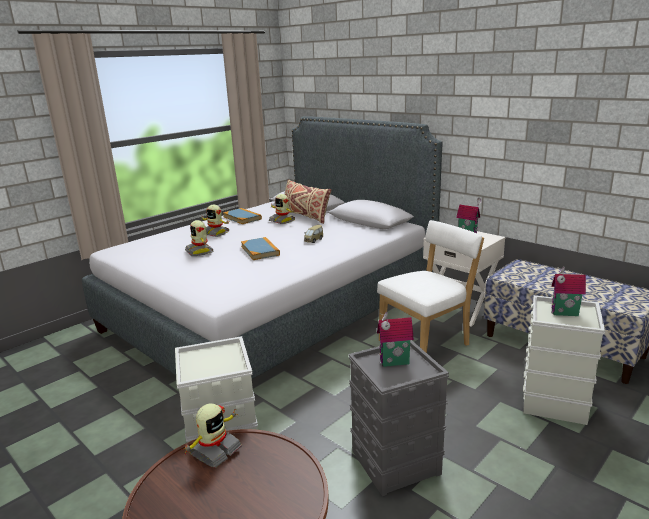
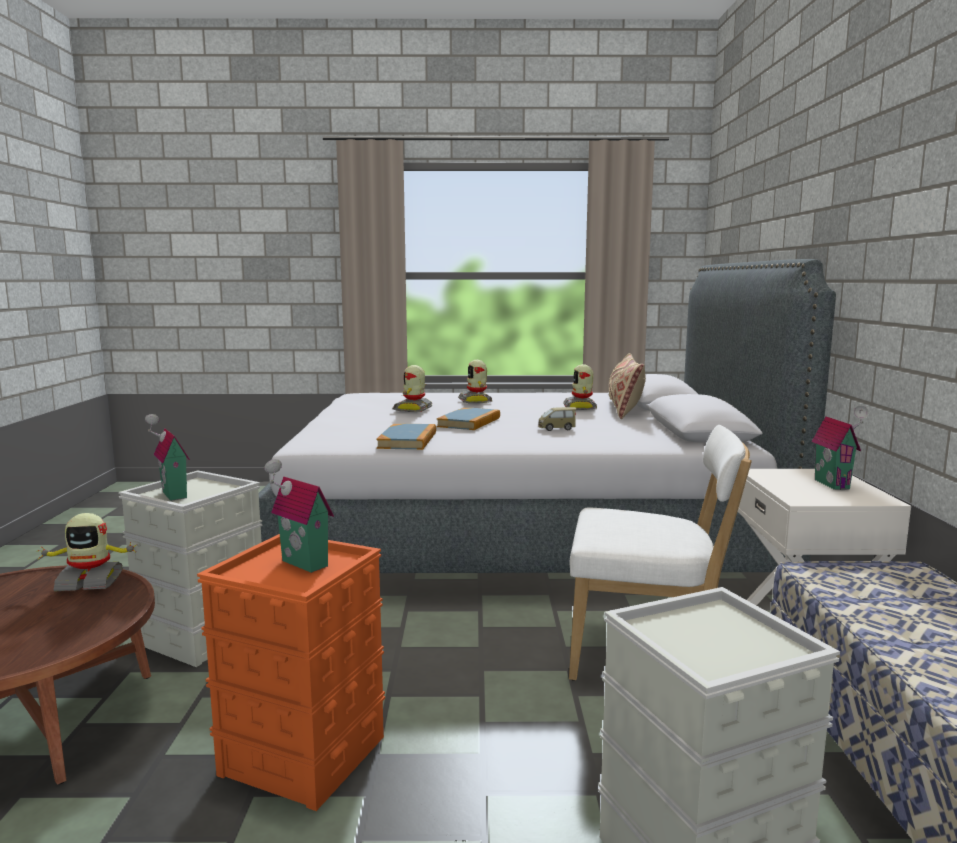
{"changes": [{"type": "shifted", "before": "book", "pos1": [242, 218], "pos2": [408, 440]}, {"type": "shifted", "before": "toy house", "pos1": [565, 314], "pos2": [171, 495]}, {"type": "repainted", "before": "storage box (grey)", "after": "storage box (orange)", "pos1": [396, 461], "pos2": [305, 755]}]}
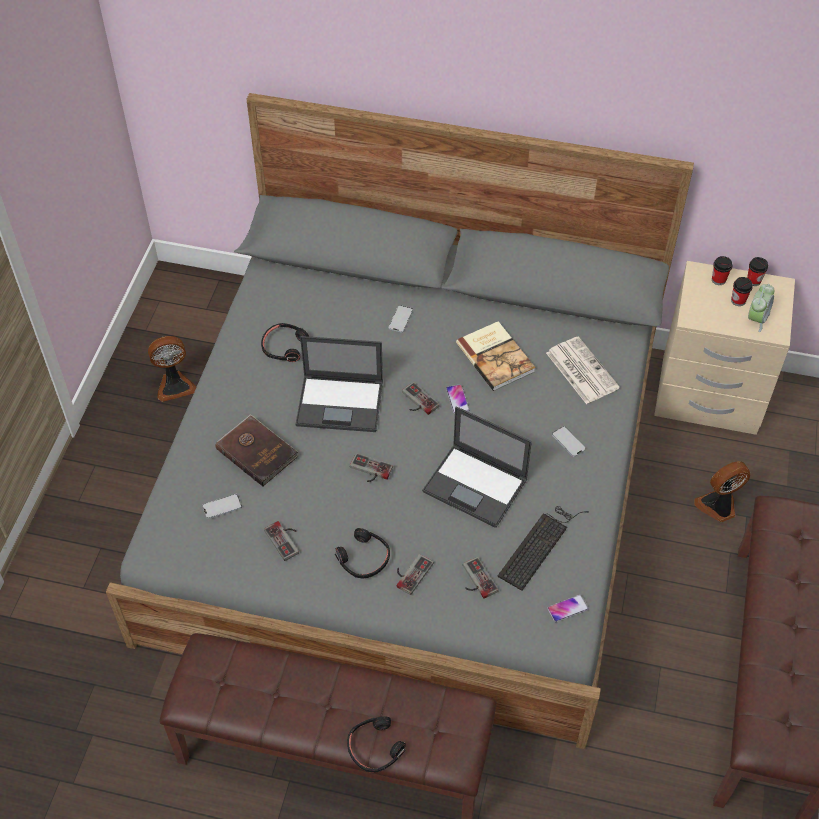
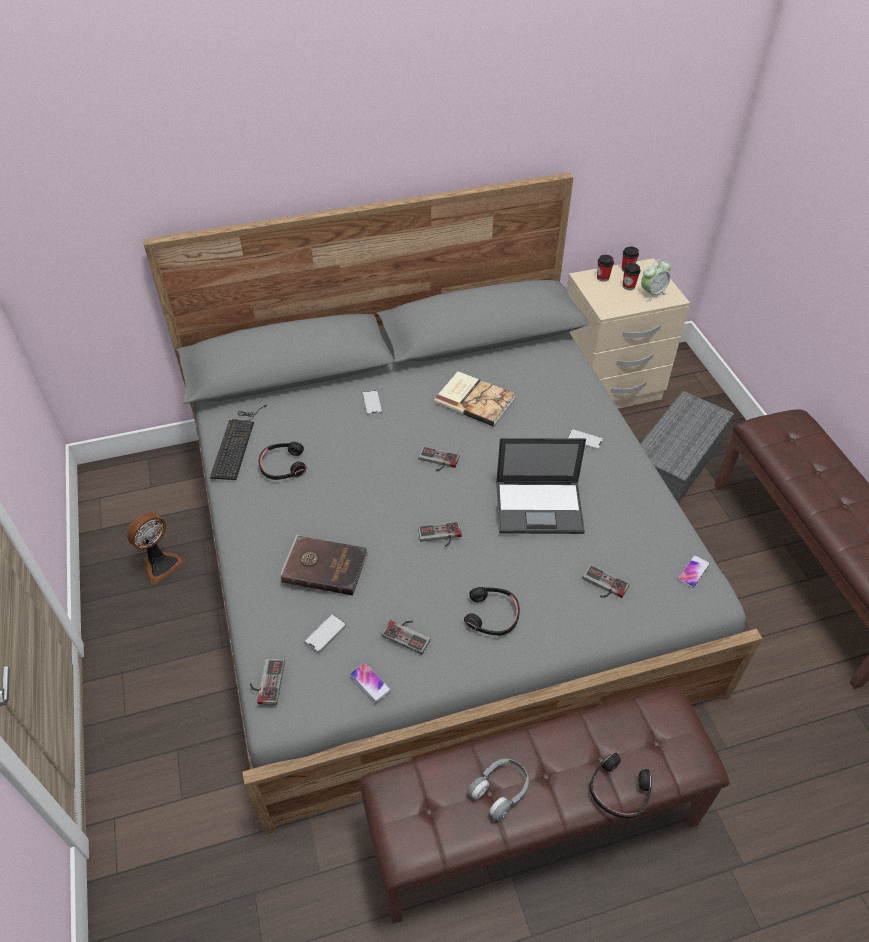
{"changes": [{"type": "rotated", "before": "alarm clock", "pos1": [757, 319], "pos2": [652, 293], "turn": 60}, {"type": "gone", "before": "laptop", "pos1": [341, 403]}, {"type": "gone", "before": "newspaper", "pos1": [580, 370]}, {"type": "shifted", "before": "phone", "pos1": [457, 399], "pos2": [370, 682]}, {"type": "swapped", "before": "fan", "after": "storage box (grey)", "pos1": [718, 506], "pos2": [676, 461]}, {"type": "shifted", "before": "keyboard", "pos1": [540, 544], "pos2": [236, 442]}, {"type": "shifted", "before": "game controller", "pos1": [410, 572], "pos2": [265, 682]}, {"type": "new", "after": "headphones (grey)", "pos2": [500, 791]}]}
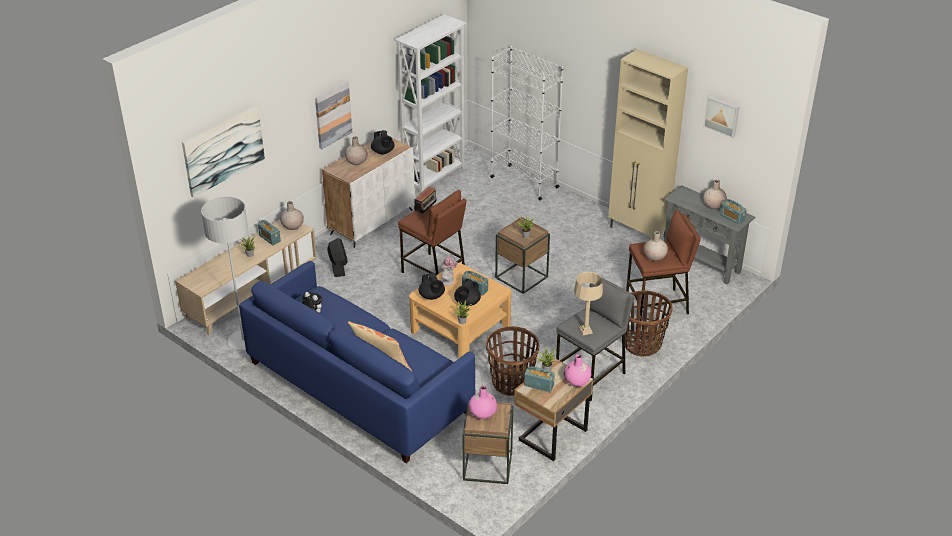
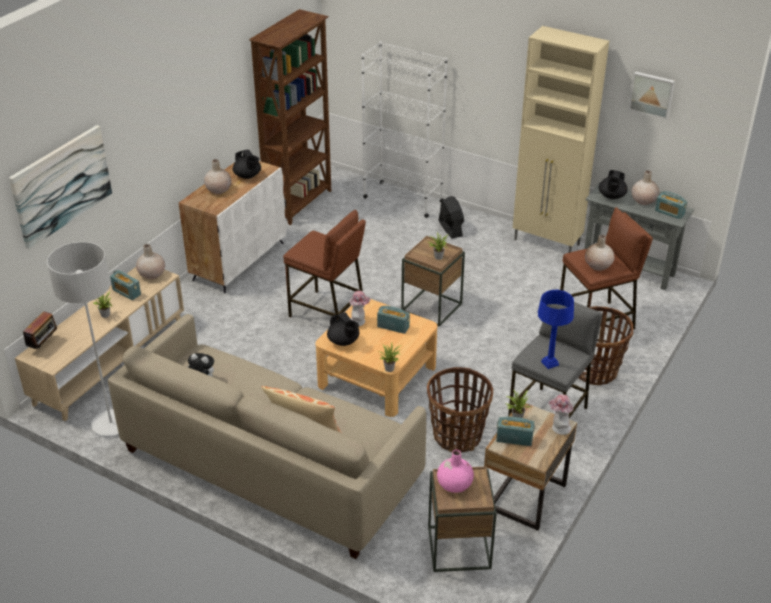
{"changes": [{"type": "repainted", "before": "bookcase (white)", "after": "bookcase (brown)", "pos1": [434, 177], "pos2": [299, 203]}, {"type": "gone", "before": "picture", "pos1": [332, 115]}, {"type": "shifted", "before": "radio", "pos1": [426, 212], "pos2": [44, 345]}, {"type": "shifted", "before": "fan (black)", "pos1": [338, 267], "pos2": [450, 228]}, {"type": "repainted", "before": "sofa (blue)", "after": "sofa (beige)", "pos1": [358, 387], "pos2": [270, 465]}, {"type": "repainted", "before": "table lamp (beige)", "after": "table lamp (blue)", "pos1": [585, 331], "pos2": [549, 363]}, {"type": "shifted", "before": "teapot (black)", "pos1": [467, 302], "pos2": [611, 196]}, {"type": "swapped", "before": "vase (pink)", "after": "hat", "pos1": [576, 381], "pos2": [558, 428]}]}
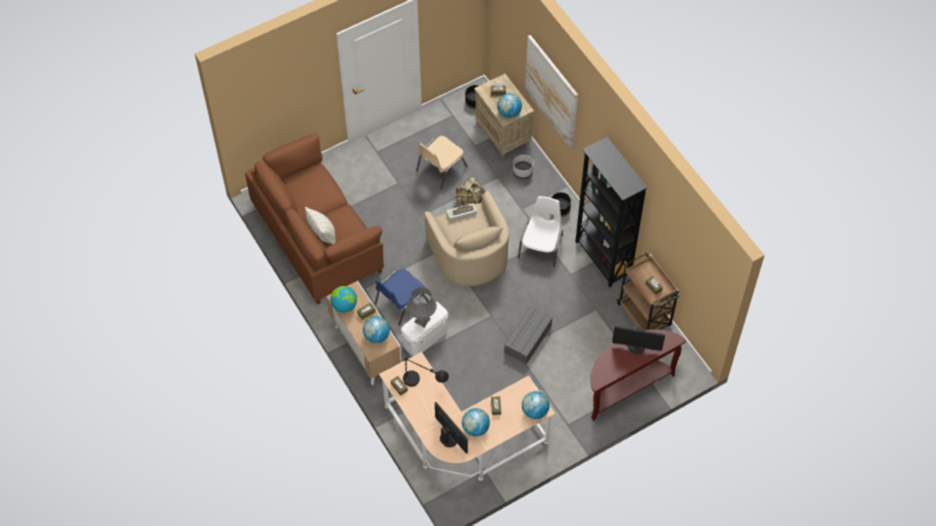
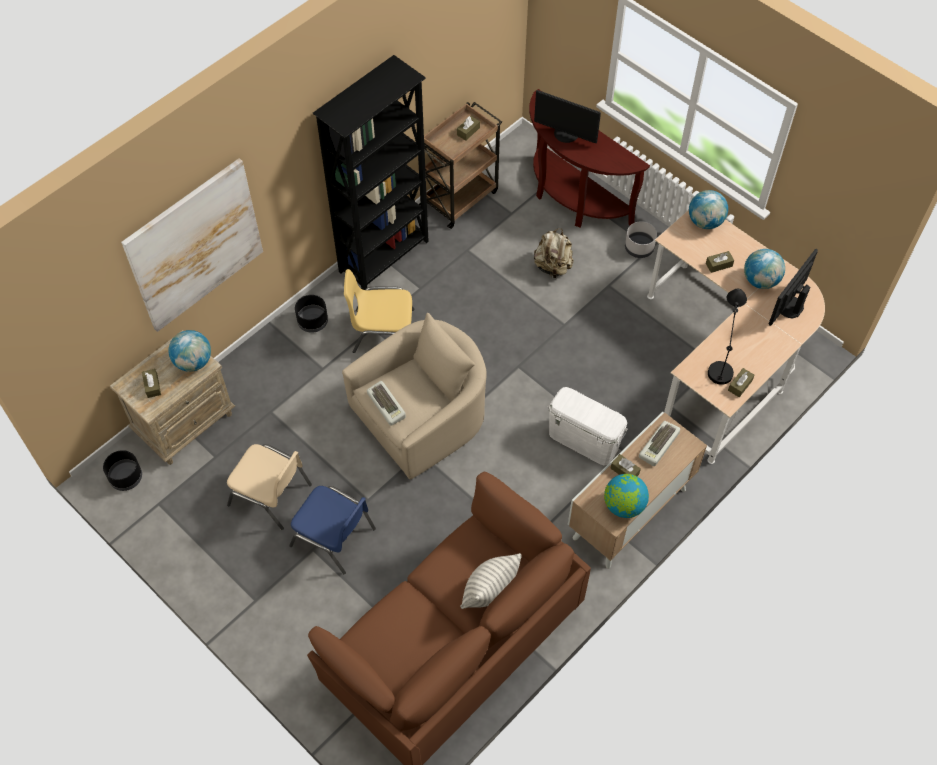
{"changes": [{"type": "shifted", "before": "planter (grey)", "pos1": [523, 172], "pos2": [638, 247]}, {"type": "shifted", "before": "backpack (beige)", "pos1": [469, 201], "pos2": [553, 266]}, {"type": "repainted", "before": "chair (white)", "after": "chair (yellow)", "pos1": [541, 246], "pos2": [382, 331]}, {"type": "shifted", "before": "chair (blue)", "pos1": [400, 302], "pos2": [334, 537]}, {"type": "gone", "before": "table lamp (grey)", "pos1": [422, 320]}, {"type": "gone", "before": "storage box (grey)", "pos1": [528, 340]}, {"type": "swapped", "before": "globe", "after": "keyboard", "pos1": [376, 336], "pos2": [659, 446]}, {"type": "rotated", "before": "monitor", "pos1": [636, 346], "pos2": [565, 134], "turn": 120}]}
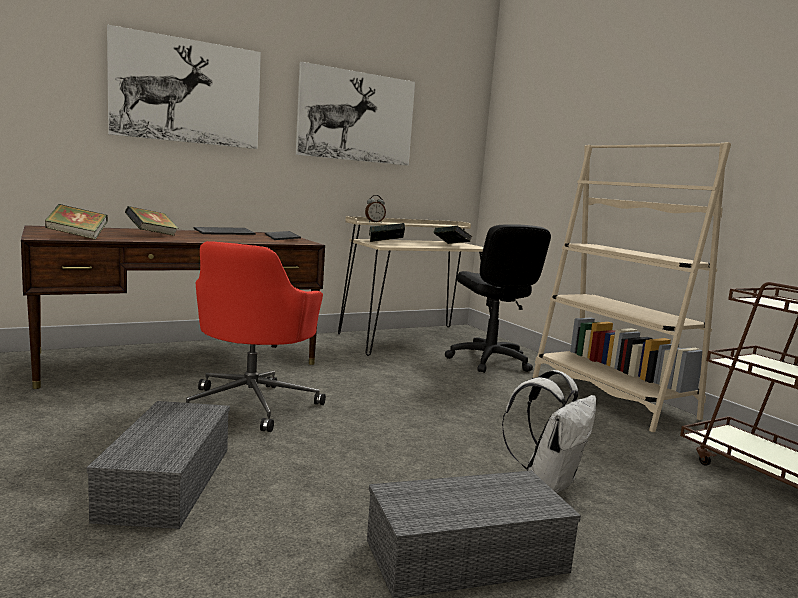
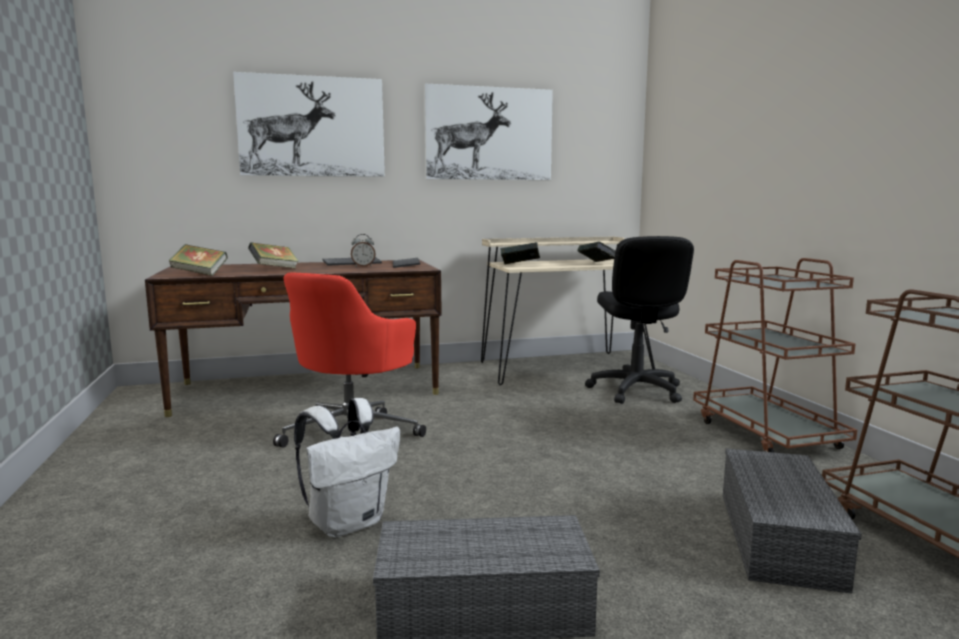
{"changes": [{"type": "swapped", "before": "bookcase (beige)", "after": "cart (brown)", "pos1": [611, 397], "pos2": [766, 434]}, {"type": "shifted", "before": "alarm clock", "pos1": [374, 222], "pos2": [363, 266]}, {"type": "shifted", "before": "backpack (white)", "pos1": [547, 481], "pos2": [348, 522]}, {"type": "shifted", "before": "storage box (grey)", "pos1": [166, 481], "pos2": [775, 536]}]}
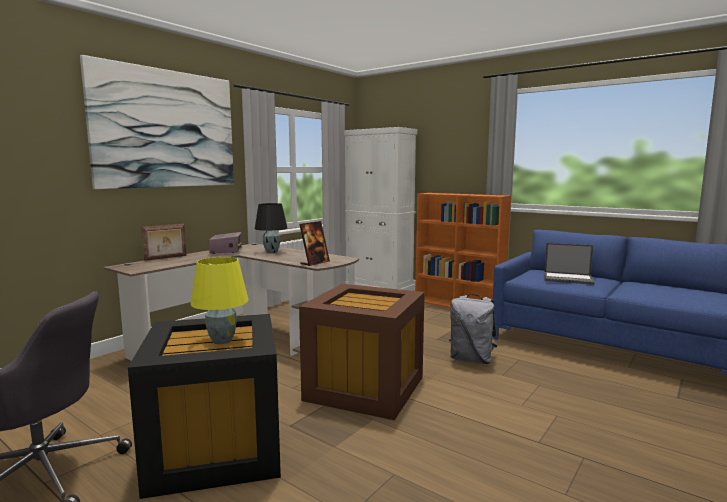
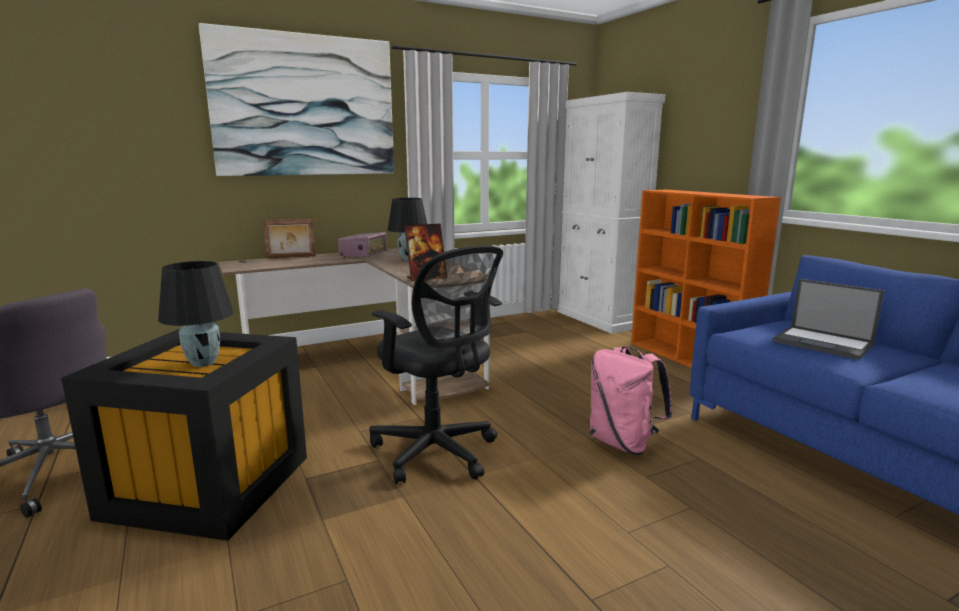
{"changes": [{"type": "repainted", "before": "table lamp (yellow)", "after": "table lamp (black)", "pos1": [221, 340], "pos2": [203, 362]}, {"type": "swapped", "before": "storage box (brown)", "after": "office chair (black)", "pos1": [366, 389], "pos2": [437, 453]}, {"type": "repainted", "before": "backpack (grey)", "after": "backpack (pink)", "pos1": [471, 359], "pos2": [623, 443]}]}
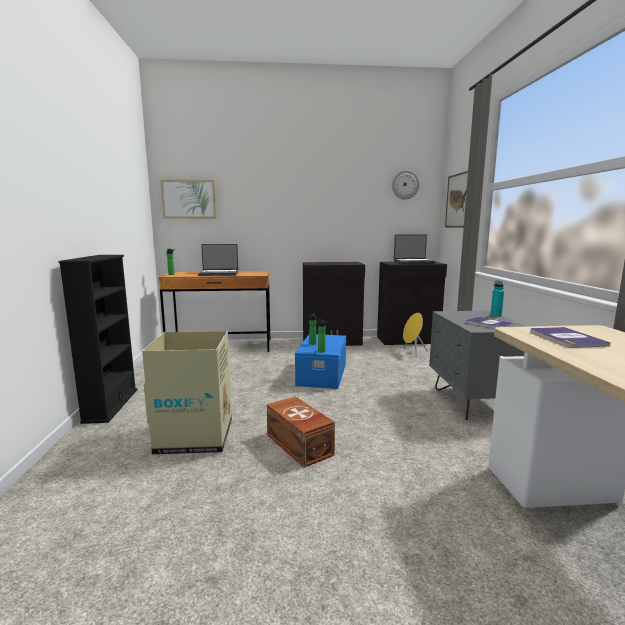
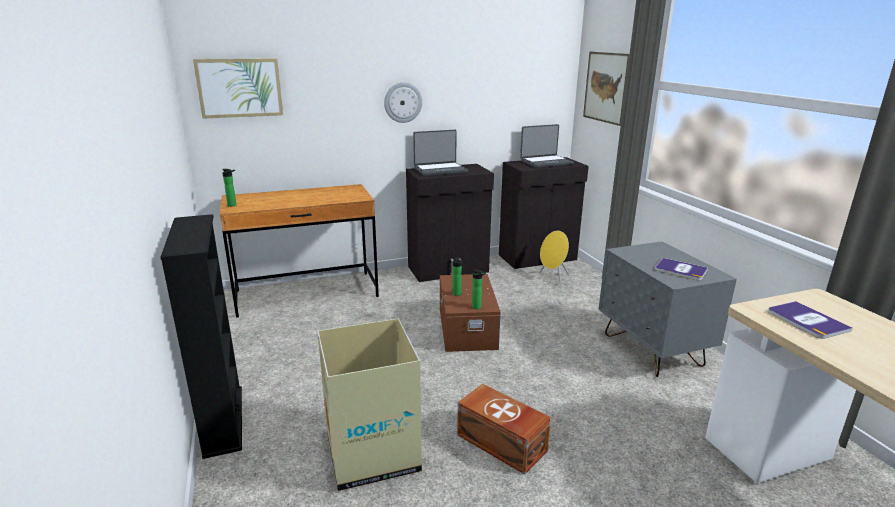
{"changes": [{"type": "shifted", "before": "wall clock", "pos1": [405, 184], "pos2": [403, 102]}, {"type": "shifted", "before": "laptop", "pos1": [219, 273], "pos2": [440, 170]}, {"type": "gone", "before": "bottle (turquoise)", "pos1": [496, 315]}, {"type": "repainted", "before": "storage box (blue)", "after": "storage box (brown)", "pos1": [321, 374], "pos2": [466, 328]}]}
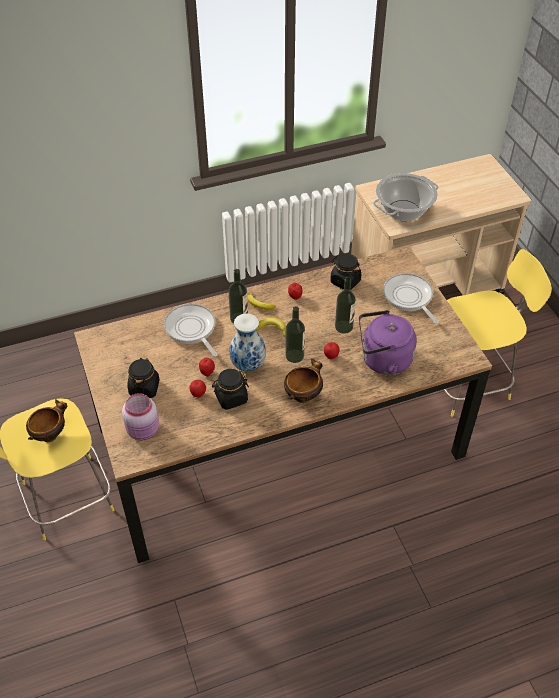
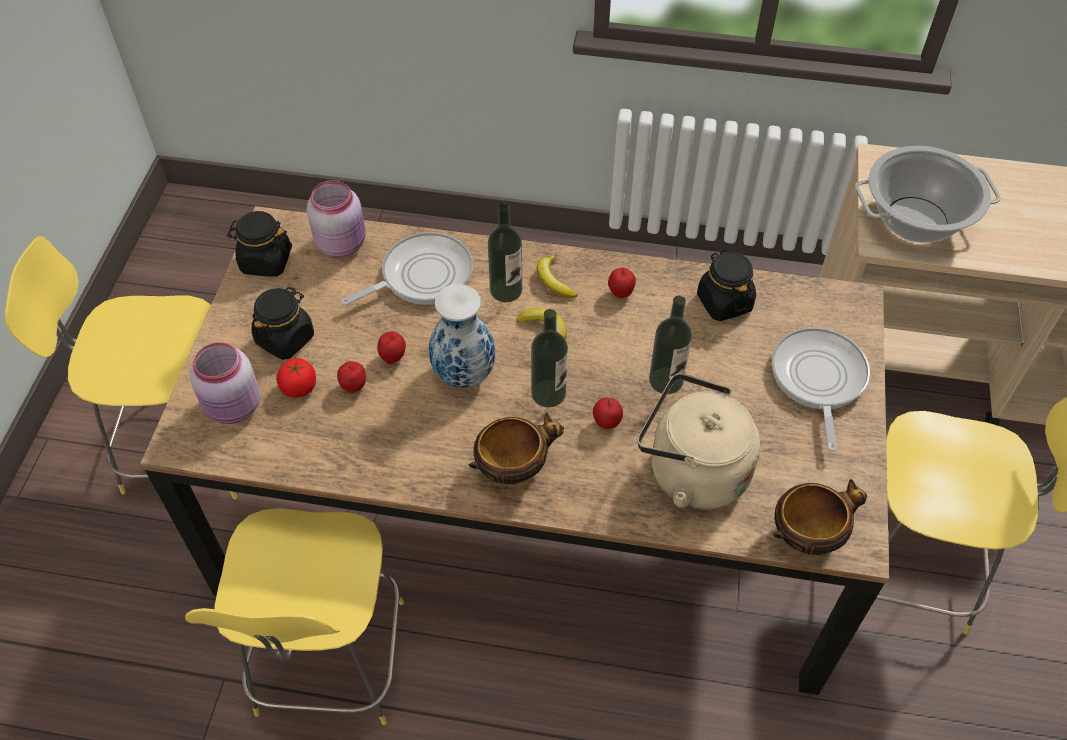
{"changes": [{"type": "rotated", "before": "frying pan", "pos1": [191, 329], "pos2": [421, 276], "turn": 60}, {"type": "repainted", "before": "kettle (purple)", "after": "kettle (beige)", "pos1": [382, 360], "pos2": [691, 471]}, {"type": "shifted", "before": "jar (black)", "pos1": [231, 398], "pos2": [265, 261]}, {"type": "shifted", "before": "bowl", "pos1": [50, 434], "pos2": [807, 536]}, {"type": "new", "after": "jar (pink)", "pos2": [342, 243]}, {"type": "new", "after": "tomato", "pos2": [299, 387]}, {"type": "new", "after": "stool (yellow)", "pos2": [330, 663]}]}
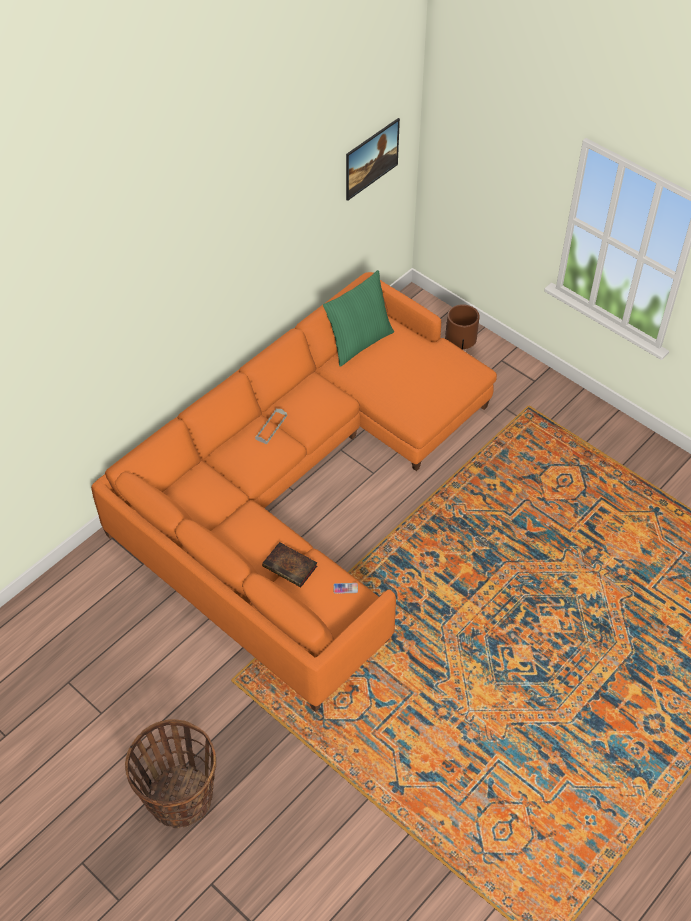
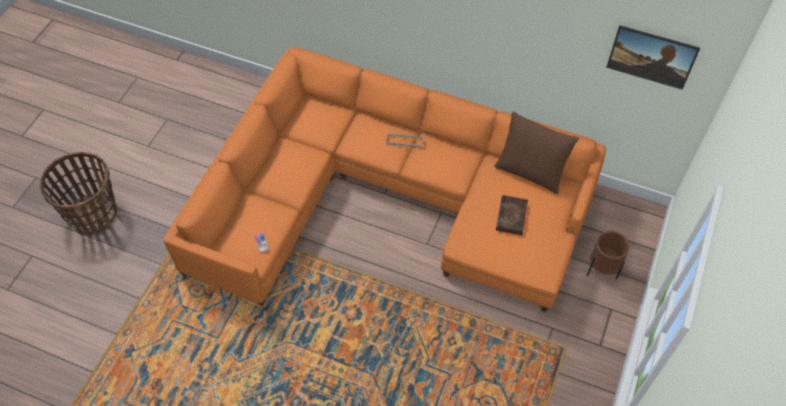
{"changes": [{"type": "repainted", "before": "pillow (green)", "after": "pillow (brown)", "pos1": [358, 342], "pos2": [530, 172]}, {"type": "shifted", "before": "book", "pos1": [291, 567], "pos2": [512, 217]}]}
